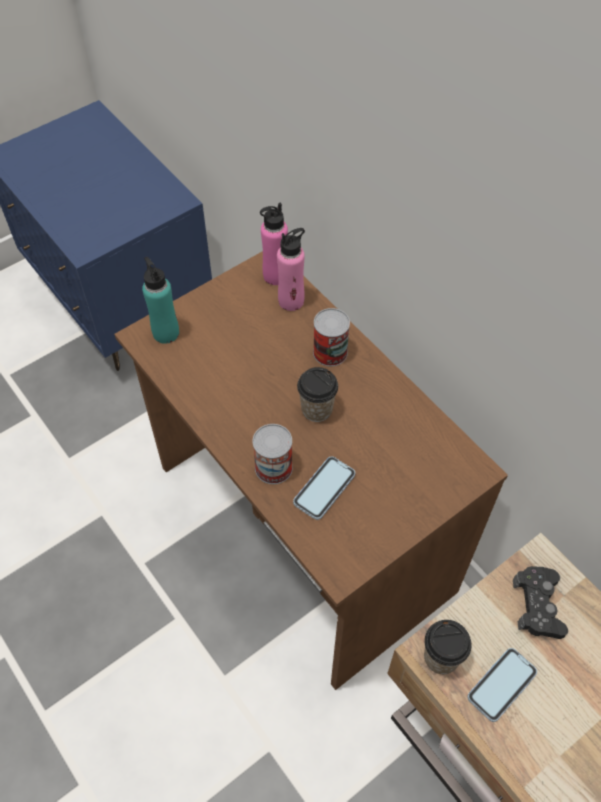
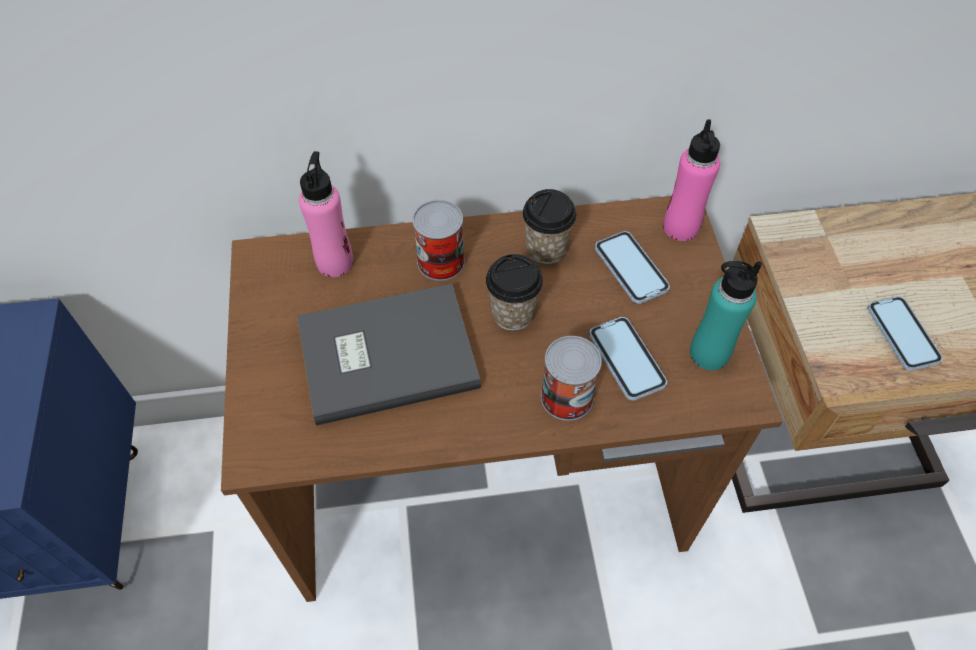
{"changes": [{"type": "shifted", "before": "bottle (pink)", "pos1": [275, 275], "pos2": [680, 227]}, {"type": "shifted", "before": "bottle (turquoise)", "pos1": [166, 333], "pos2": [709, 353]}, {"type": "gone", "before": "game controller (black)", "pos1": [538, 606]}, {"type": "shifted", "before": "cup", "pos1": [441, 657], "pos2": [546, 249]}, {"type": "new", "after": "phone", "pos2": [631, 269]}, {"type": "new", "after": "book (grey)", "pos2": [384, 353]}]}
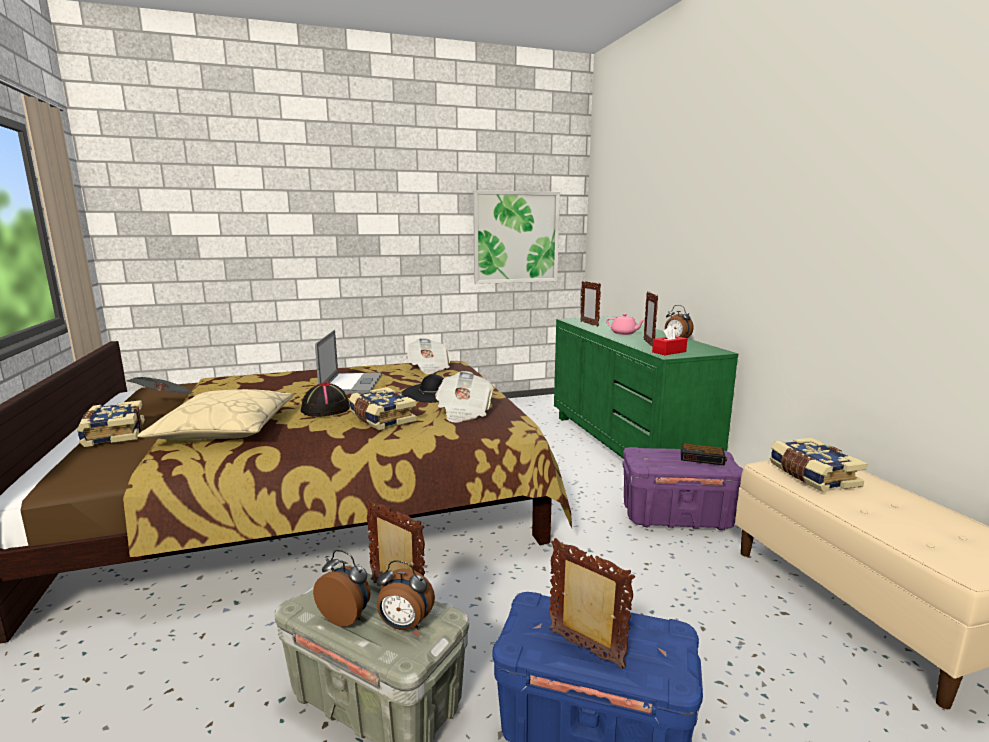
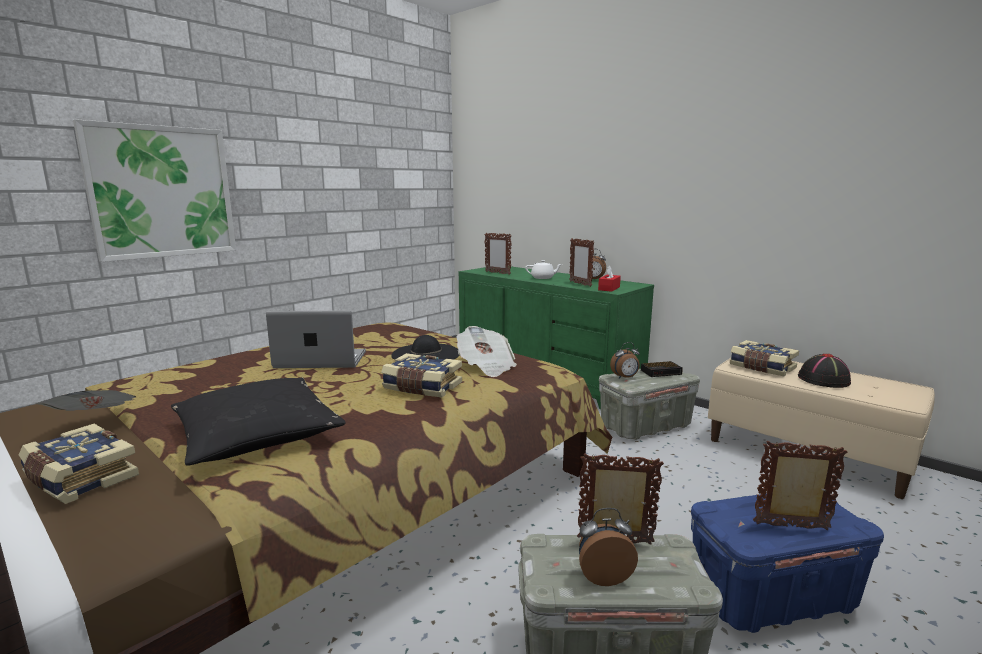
{"changes": [{"type": "shifted", "before": "picture", "pos1": [516, 237], "pos2": [162, 192]}, {"type": "repainted", "before": "teapot (pink)", "after": "teapot (white)", "pos1": [624, 333], "pos2": [543, 278]}, {"type": "rotated", "before": "laptop", "pos1": [352, 384], "pos2": [321, 360], "turn": -60}, {"type": "gone", "before": "newspaper", "pos1": [429, 368]}, {"type": "shifted", "before": "hat (black)", "pos1": [325, 410], "pos2": [824, 380]}, {"type": "repainted", "before": "pillow (beige)", "after": "pillow (black)", "pos1": [225, 429], "pos2": [257, 434]}, {"type": "repainted", "before": "storage box (purple)", "after": "storage box (grey)", "pos1": [677, 517], "pos2": [645, 426]}, {"type": "shifted", "before": "alarm clock", "pos1": [404, 625], "pos2": [625, 377]}]}
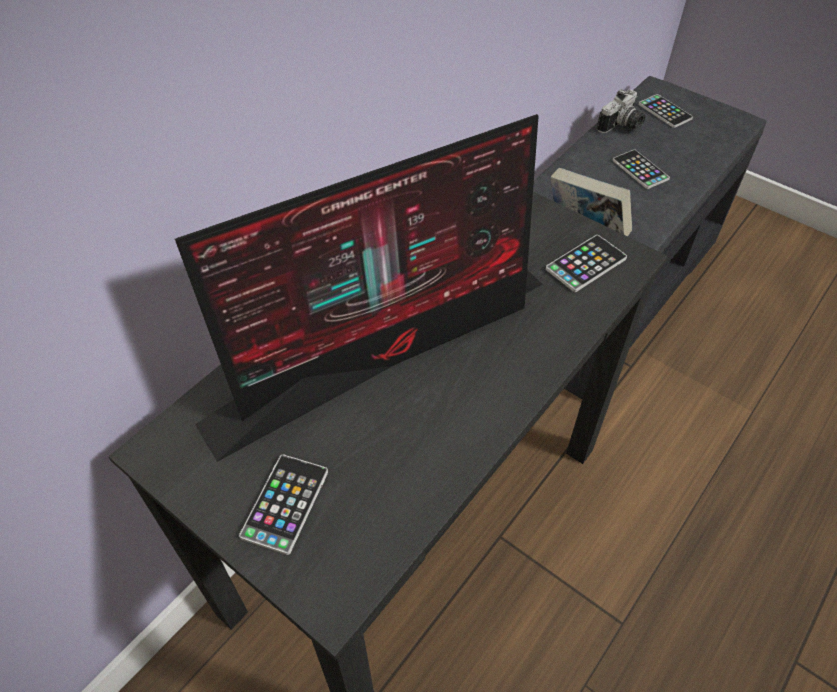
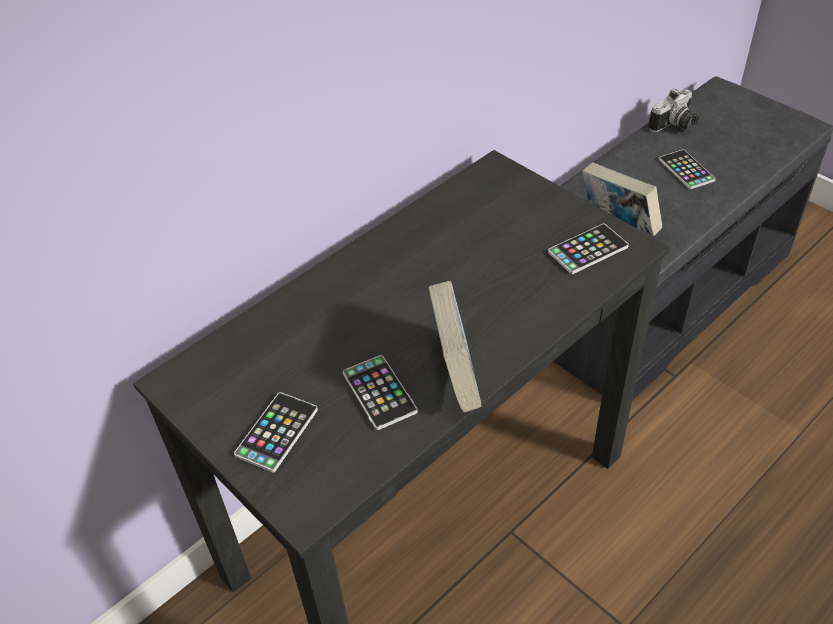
{"changes": [{"type": "shifted", "before": "phone", "pos1": [665, 111], "pos2": [379, 392]}, {"type": "gone", "before": "monitor", "pos1": [387, 347]}, {"type": "new", "after": "book", "pos2": [455, 375]}]}
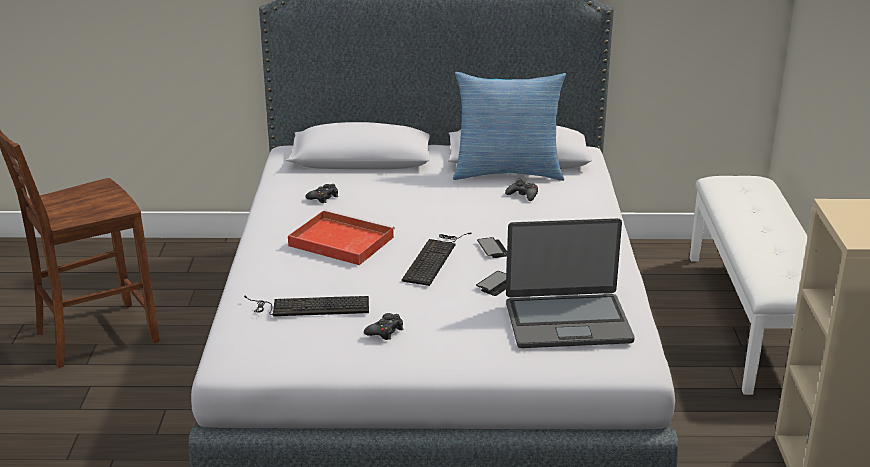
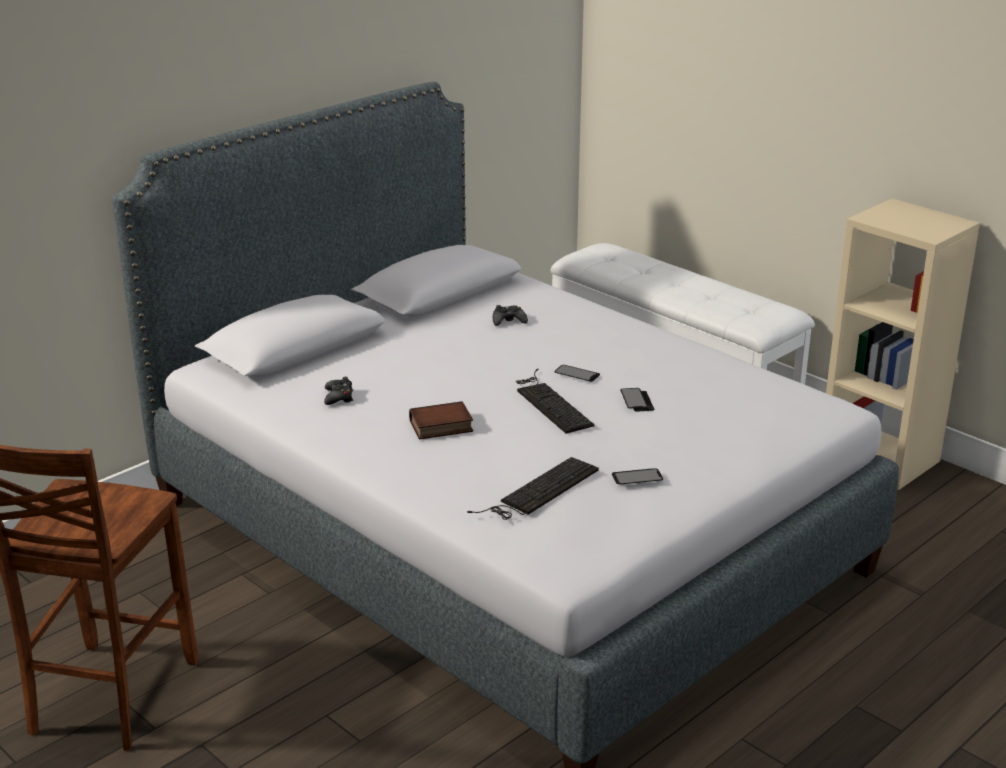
{"changes": [{"type": "gone", "before": "pillow", "pos1": [507, 172]}, {"type": "swapped", "before": "tray (red)", "after": "book", "pos1": [339, 241], "pos2": [440, 427]}, {"type": "gone", "before": "laptop", "pos1": [567, 322]}, {"type": "swapped", "before": "game controller (black)", "after": "phone", "pos1": [385, 331], "pos2": [637, 478]}]}
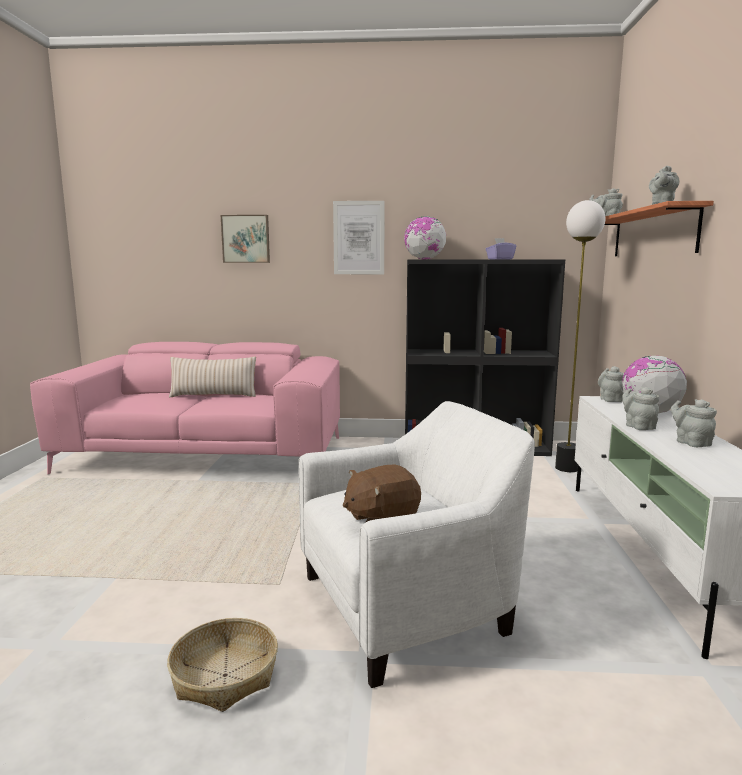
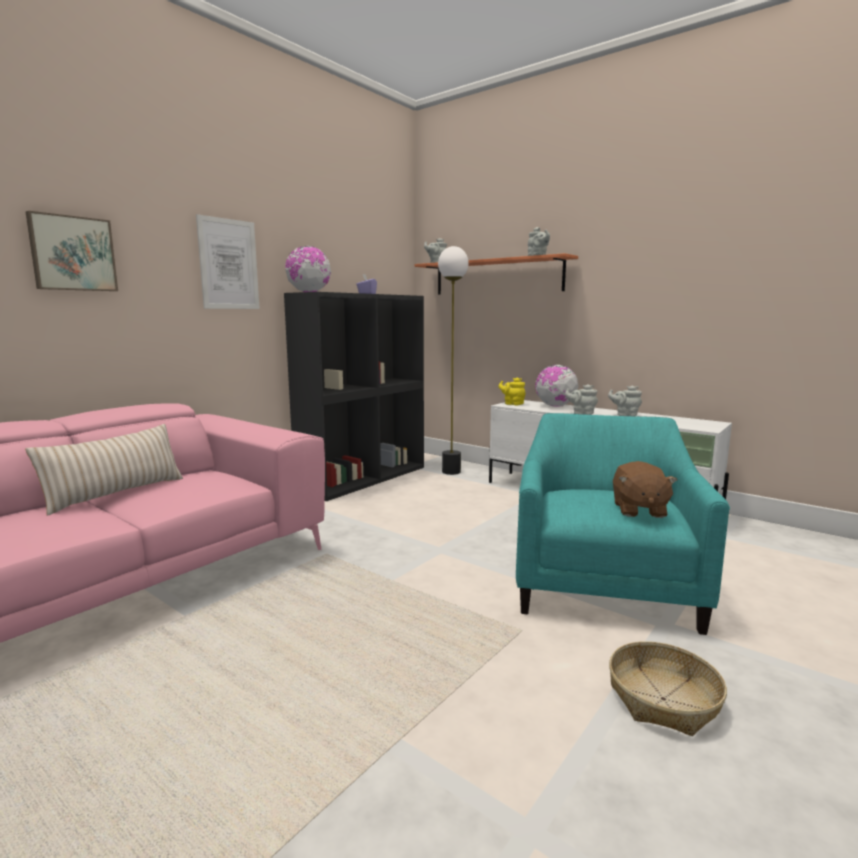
{"changes": [{"type": "repainted", "before": "teapot (grey)", "after": "teapot (yellow)", "pos1": [610, 399], "pos2": [512, 404]}, {"type": "repainted", "before": "armchair (white)", "after": "armchair (turquoise)", "pos1": [410, 605], "pos2": [603, 586]}]}
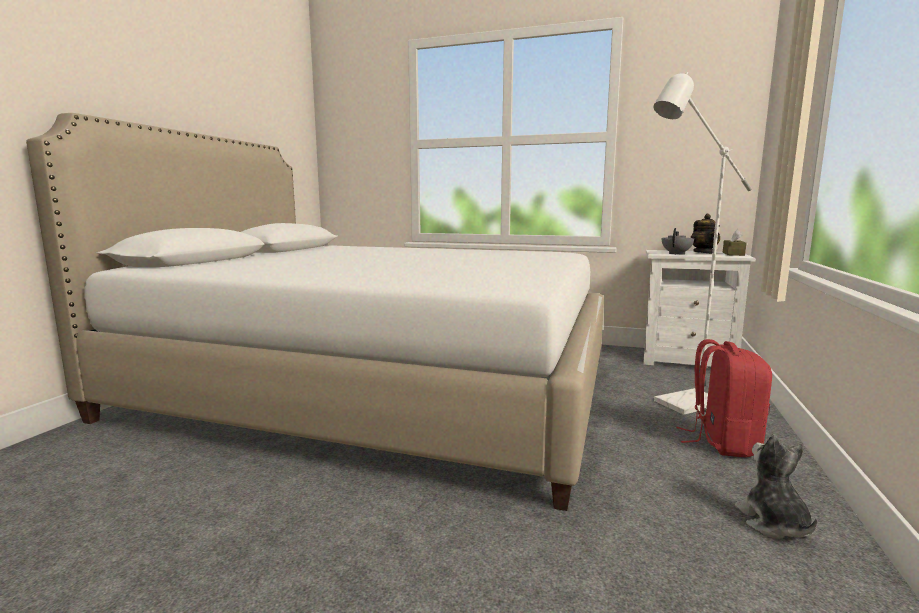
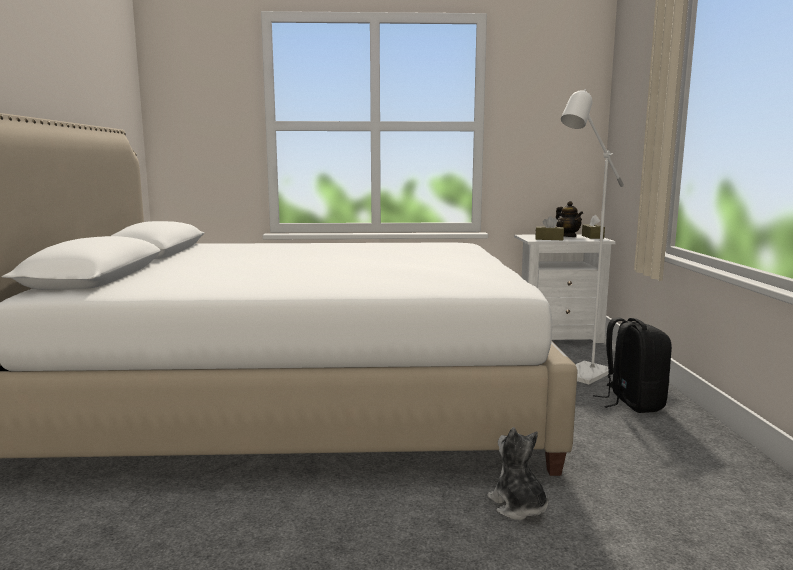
{"changes": [{"type": "swapped", "before": "teapot (grey)", "after": "tissue box (brown)", "pos1": [676, 254], "pos2": [549, 239]}, {"type": "repainted", "before": "backpack (red)", "after": "backpack (black)", "pos1": [722, 442], "pos2": [631, 403]}, {"type": "shifted", "before": "plush toy", "pos1": [773, 523], "pos2": [518, 506]}]}
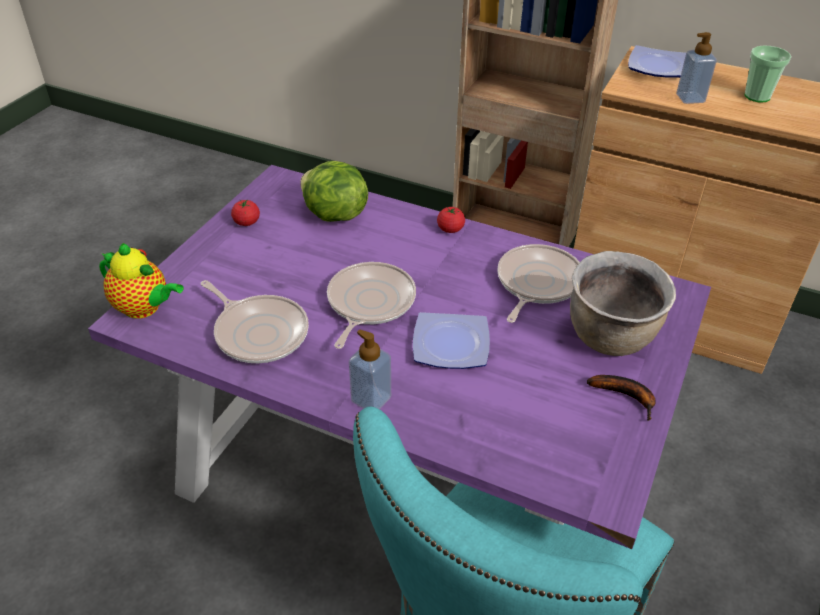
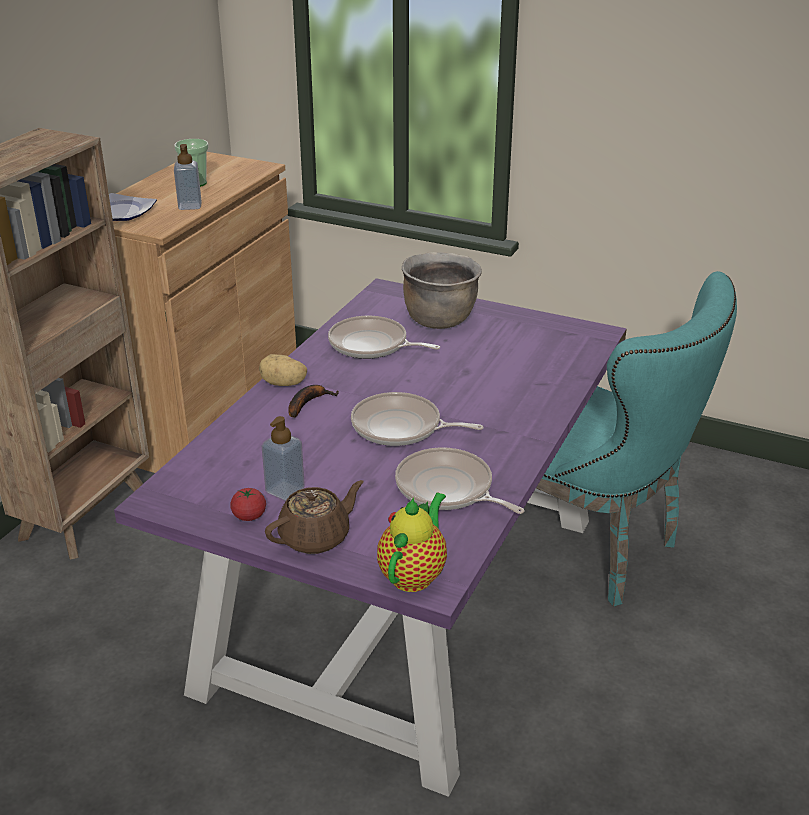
{"changes": [{"type": "gone", "before": "lettuce", "pos1": [334, 215]}, {"type": "swapped", "before": "tomato", "after": "potato", "pos1": [450, 229], "pos2": [283, 384]}, {"type": "rotated", "before": "frying pan", "pos1": [259, 332], "pos2": [448, 489], "turn": -90}, {"type": "gone", "before": "plate", "pos1": [449, 345]}, {"type": "shifted", "before": "soap dispenser", "pos1": [371, 399], "pos2": [285, 490]}, {"type": "shifted", "before": "banana", "pos1": [627, 396], "pos2": [308, 403]}, {"type": "new", "after": "teapot (brown)", "pos2": [316, 537]}]}
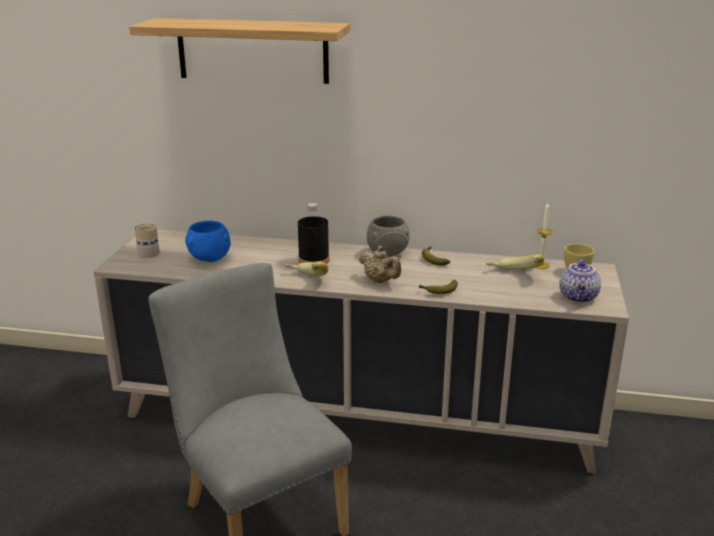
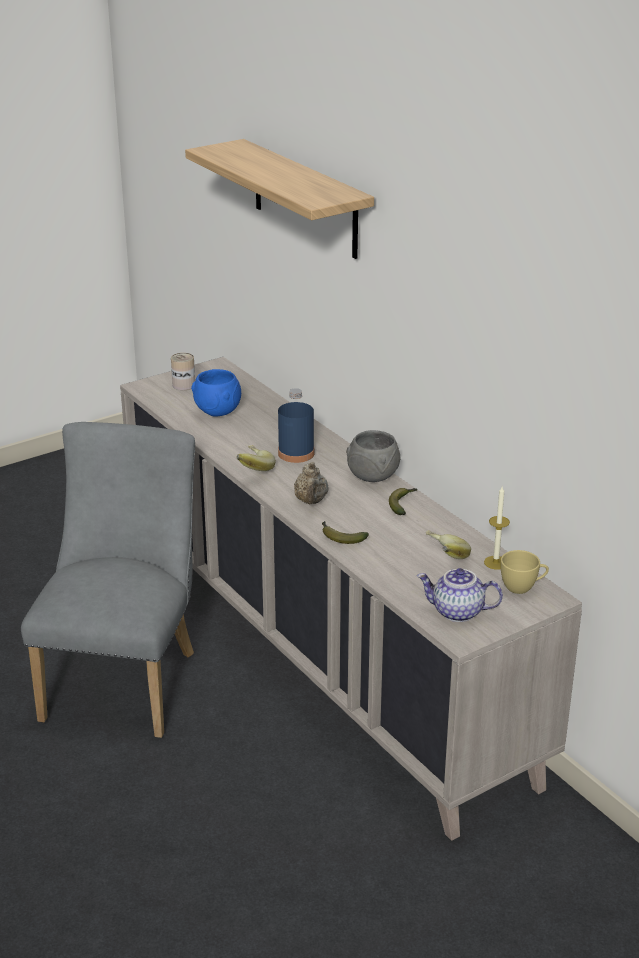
{"changes": [{"type": "repainted", "before": "bottle (black)", "after": "bottle (blue)", "pos1": [314, 260], "pos2": [296, 453]}, {"type": "rotated", "before": "teapot", "pos1": [579, 297], "pos2": [457, 612], "turn": 45}]}
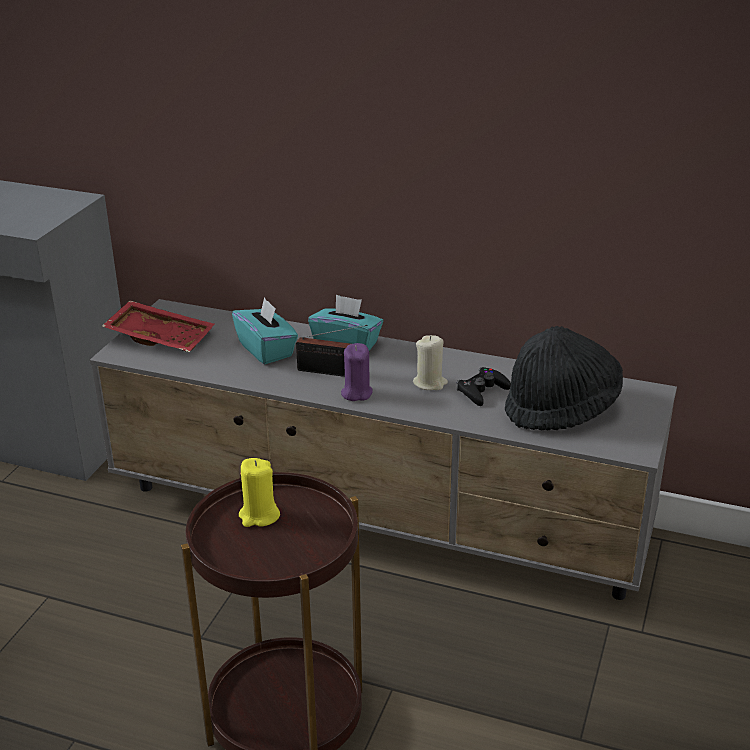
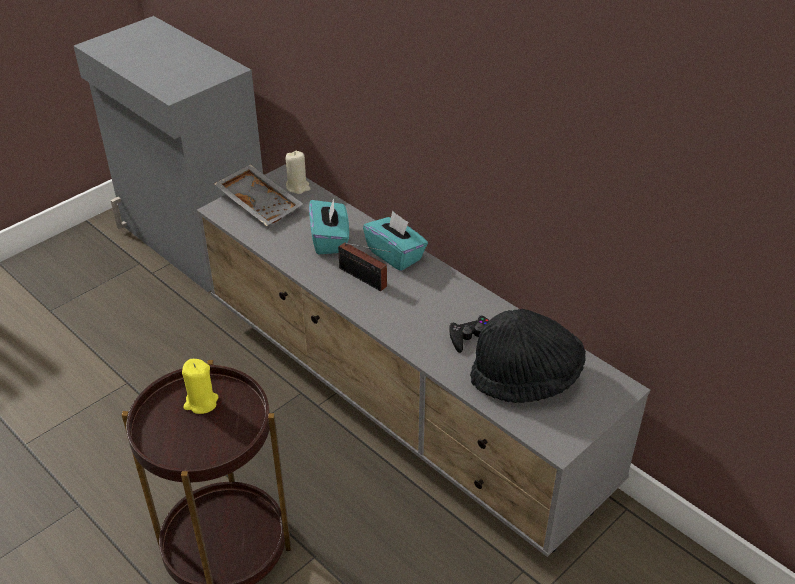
{"changes": [{"type": "repainted", "before": "tray (red)", "after": "tray (grey)", "pos1": [161, 337], "pos2": [260, 203]}, {"type": "shifted", "before": "candle (beige)", "pos1": [430, 383], "pos2": [298, 187]}, {"type": "gone", "before": "candle (purple)", "pos1": [356, 393]}]}
